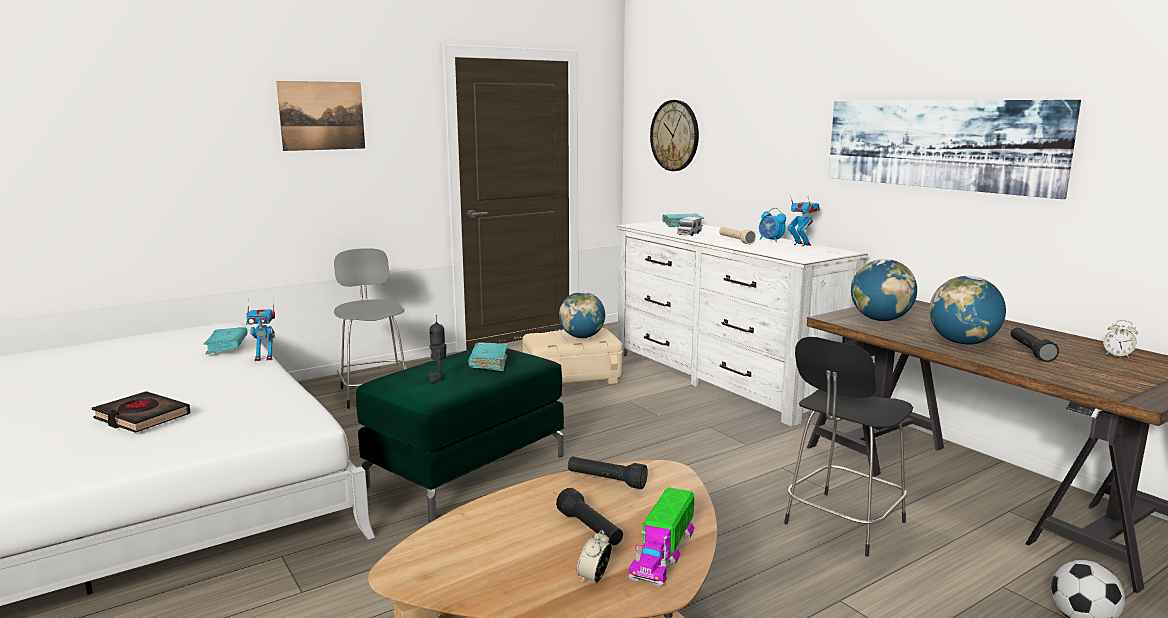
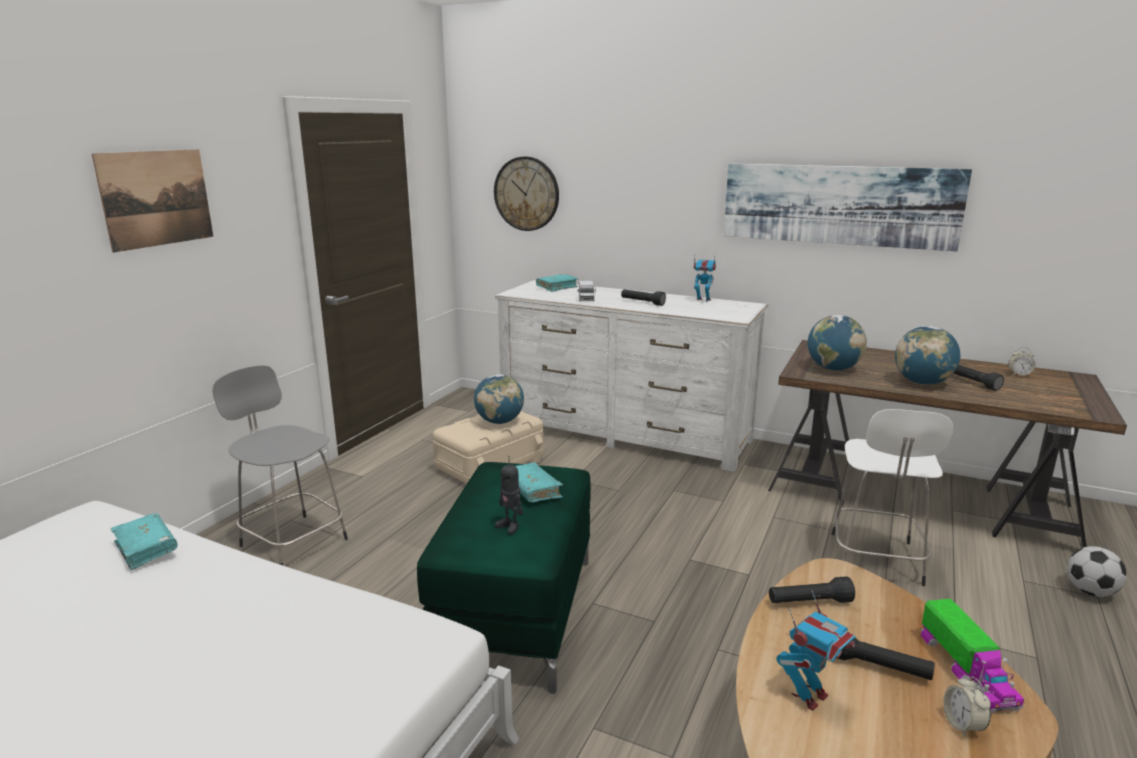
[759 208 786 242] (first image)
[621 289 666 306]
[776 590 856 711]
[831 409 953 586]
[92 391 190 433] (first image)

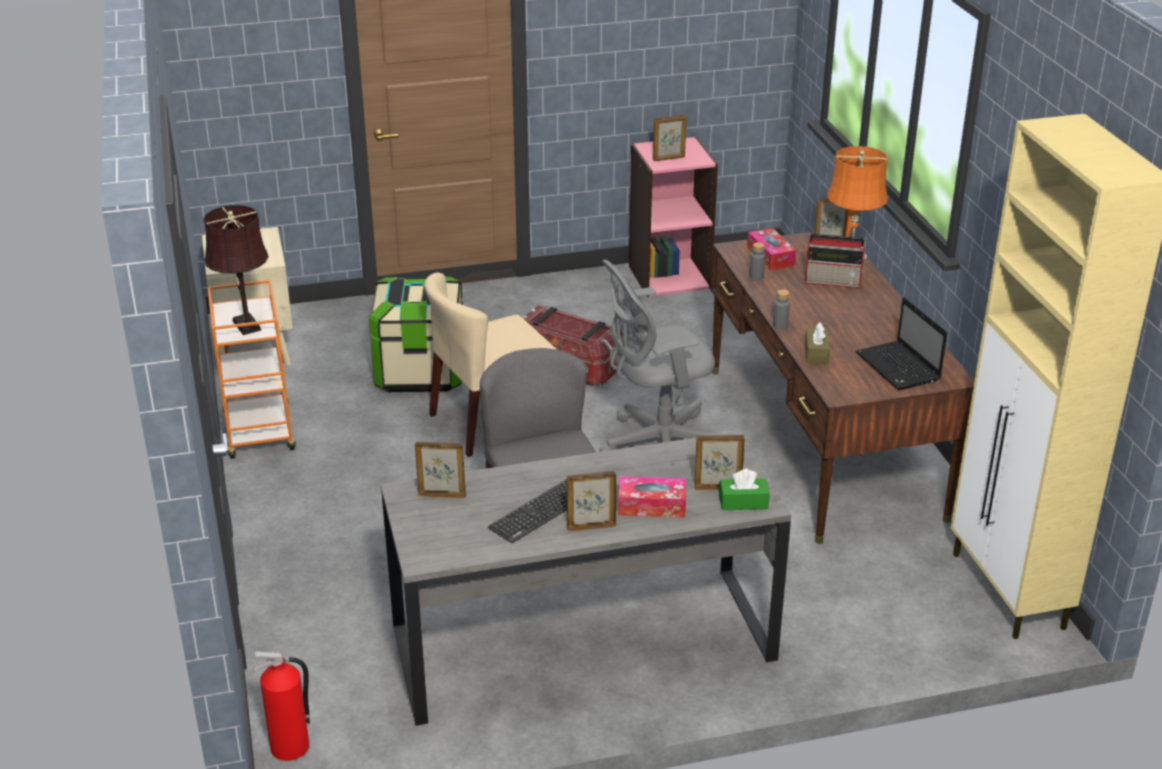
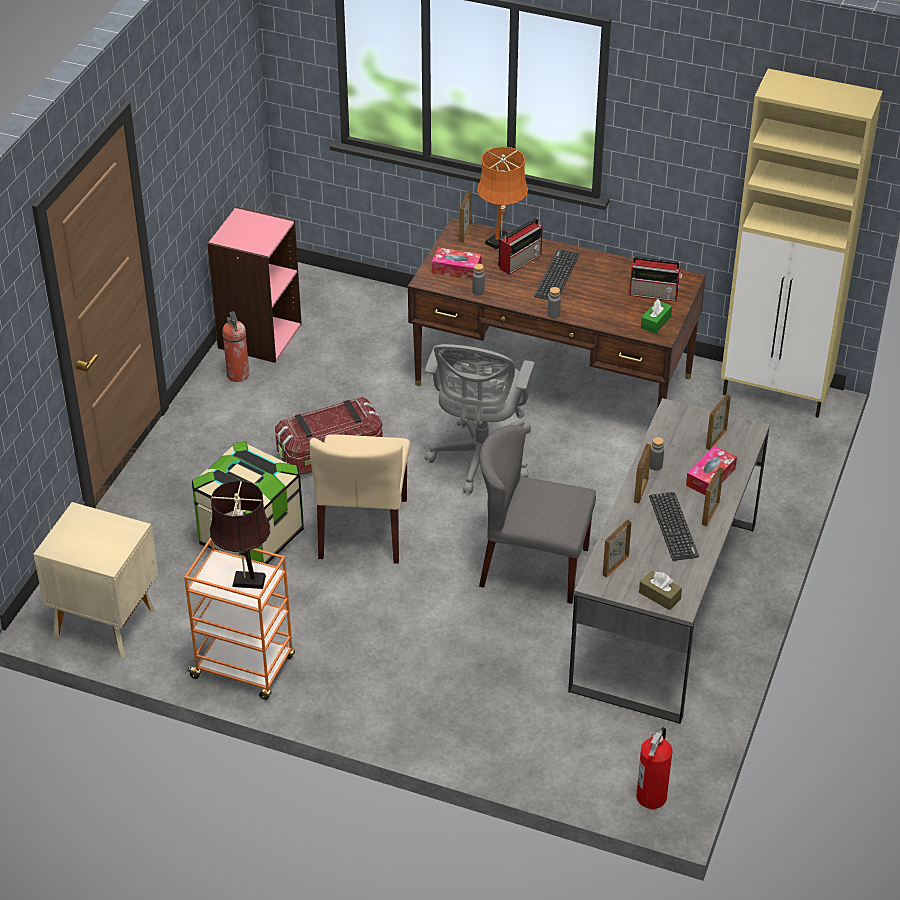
[634 443 651 503]
[629 256 682 302]
[639 571 682 610]
[641 299 672 334]
[534 249 580 300]
[222 311 249 382]
[649 437 664 471]

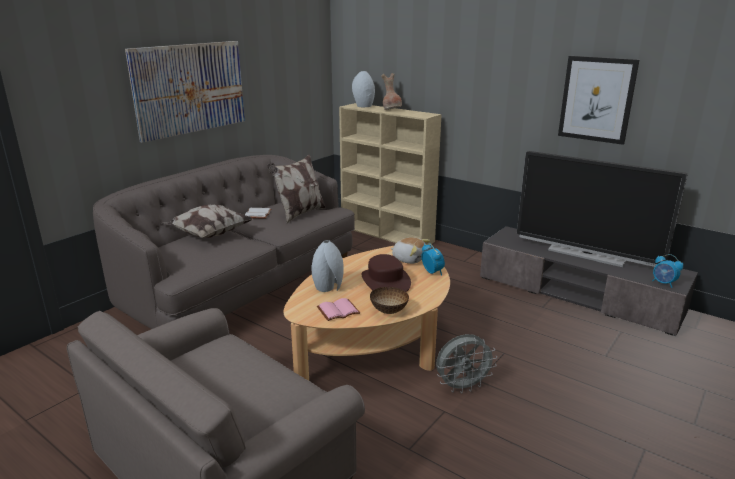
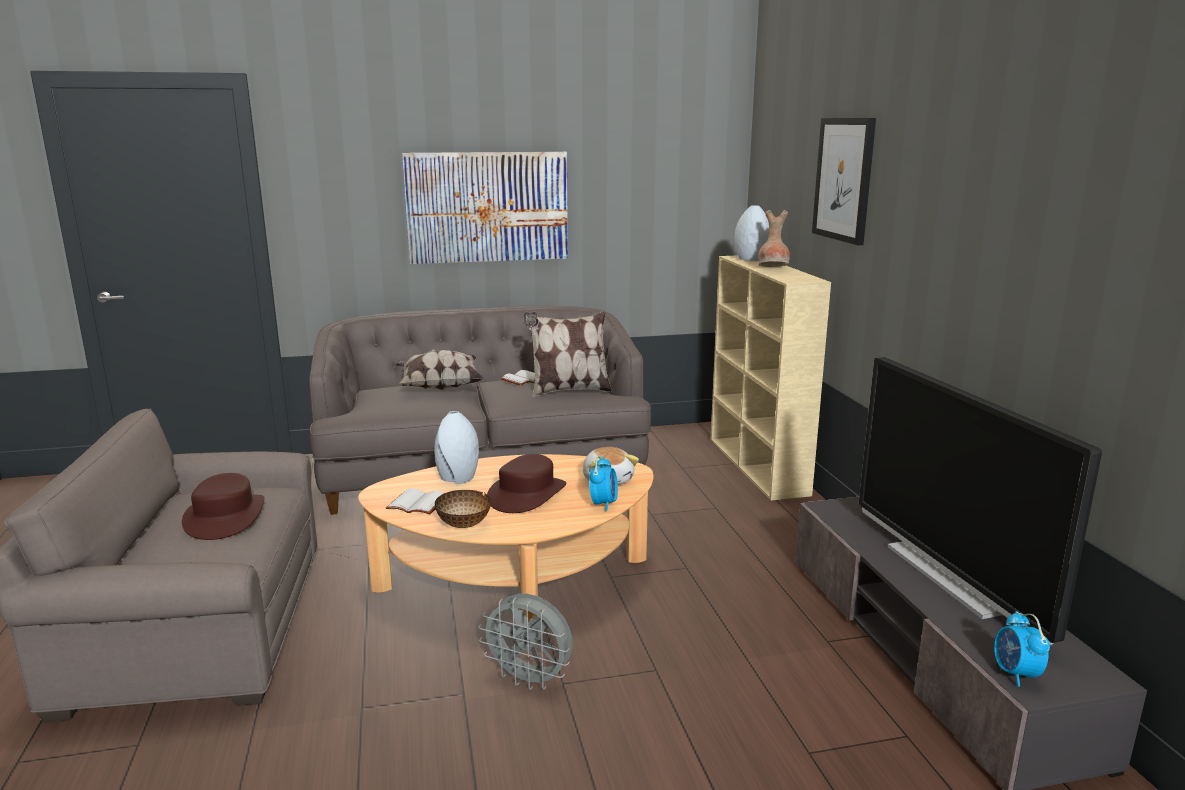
[812 118 876 245]
[386 488 443 515]
[182 473 265 540]

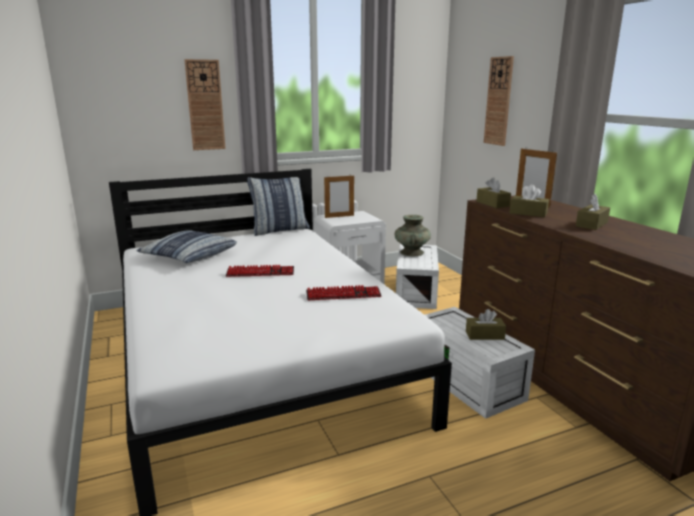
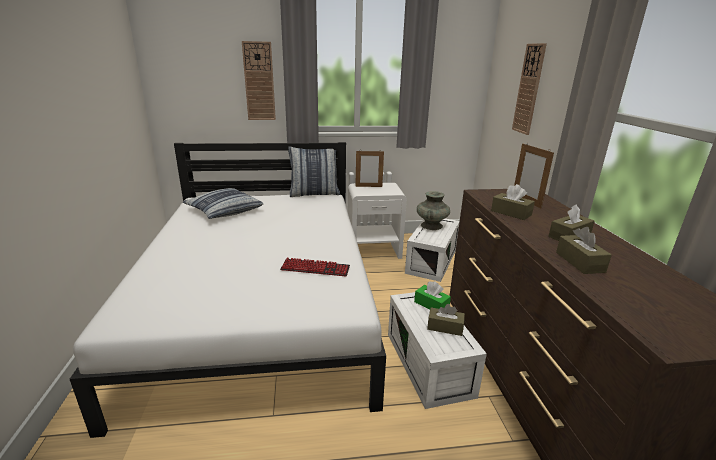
[556 227 612 274]
[226 265 294 277] (first image)
[414 281 451 310]

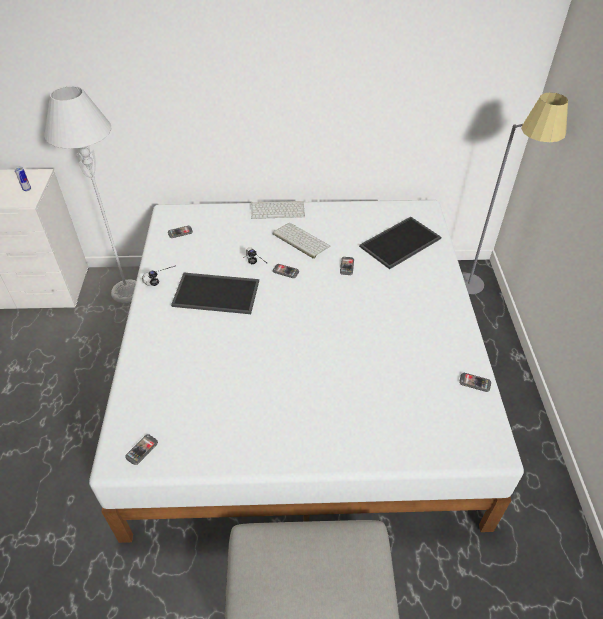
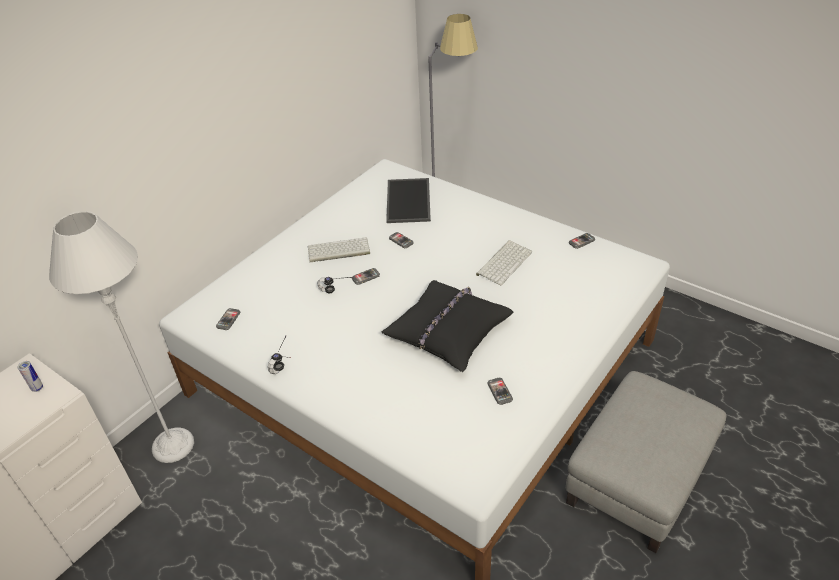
[476 240 532 286]
[171 273 259 314] (first image)
[487 378 513 405]
[381 280 513 372]

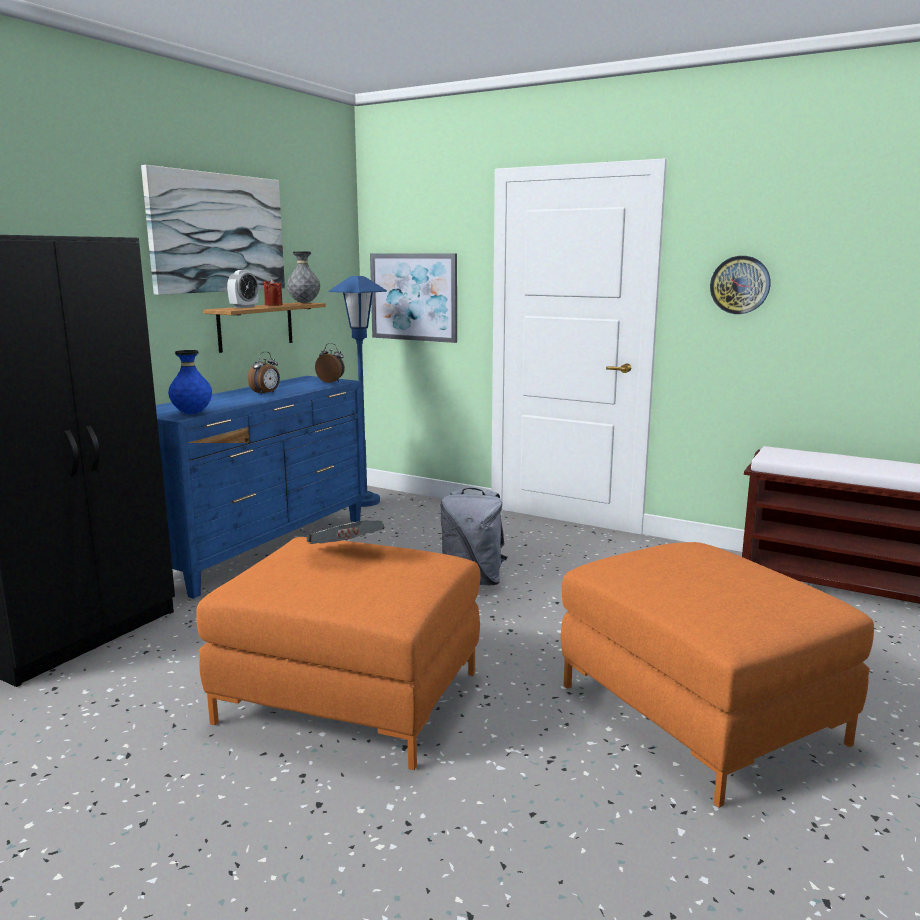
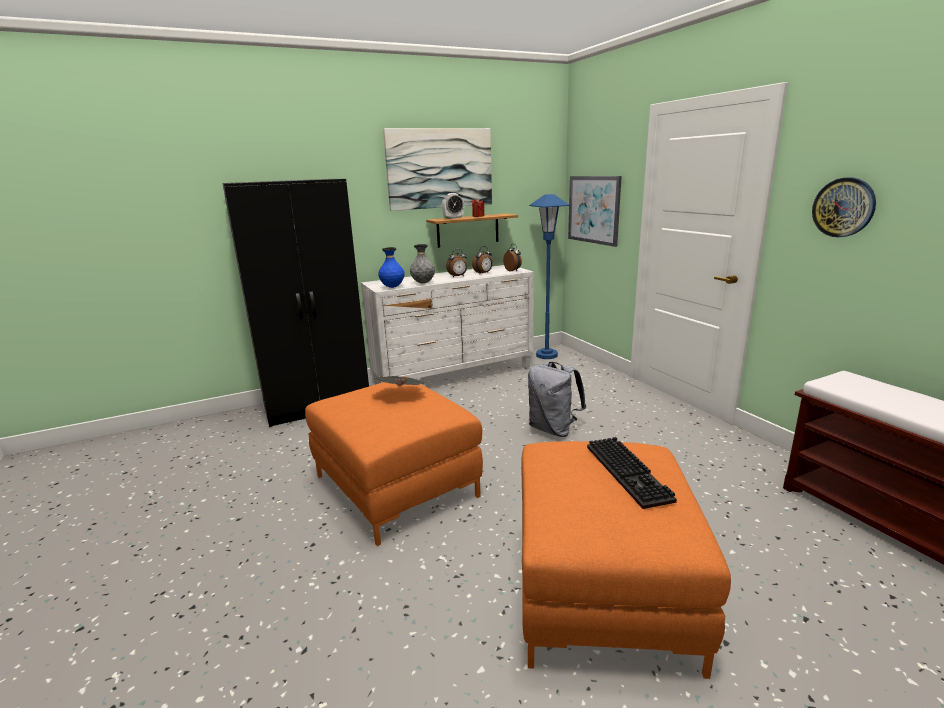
[410 244 435 284]
[361 265 534 384]
[472 246 493 274]
[587 437 677 509]

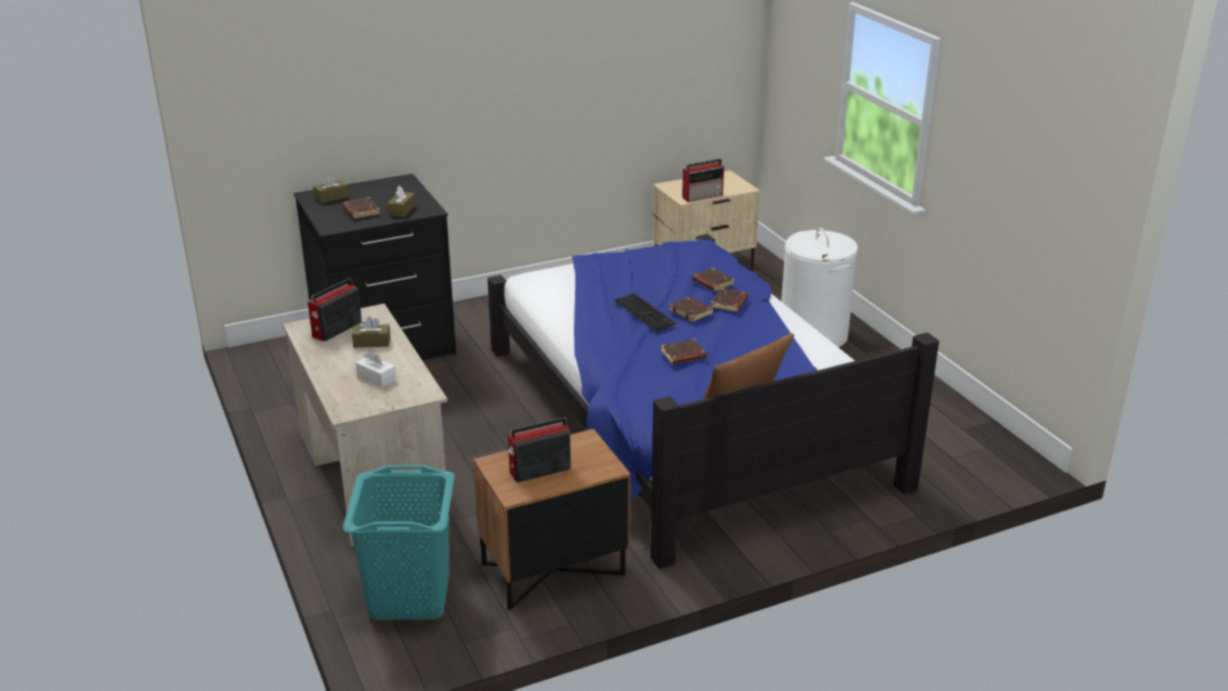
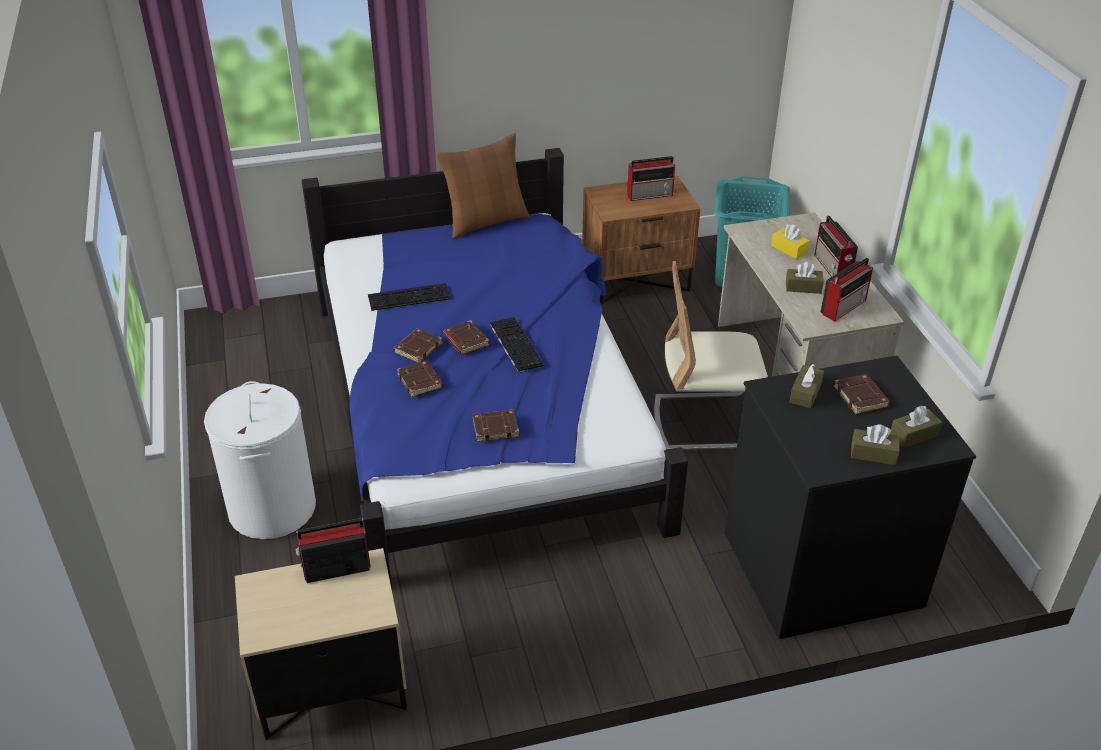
[473 409 519 442]
[771 225 810 259]
[814 215 858 277]
[654 261 768 450]
[368 283 451 311]
[851 425 900 465]

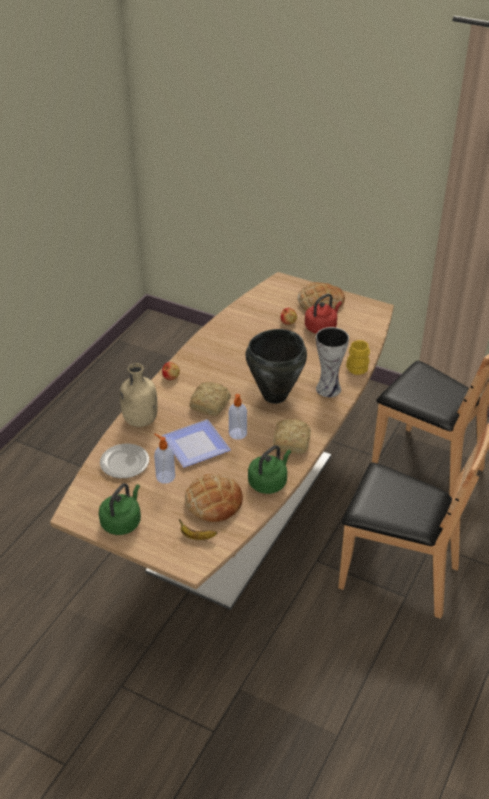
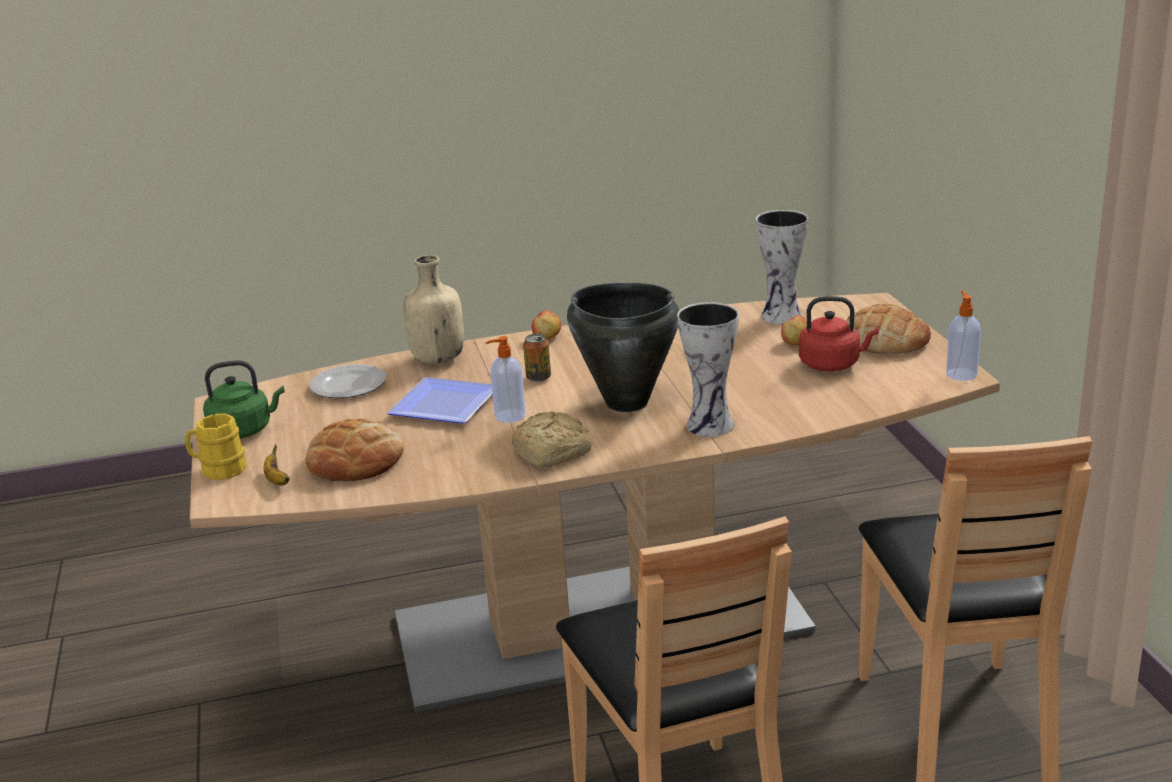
[185 414 247 480]
[523 334 551 382]
[946 290 981 381]
[248 445 291 494] (first image)
[756 210 808 324]

